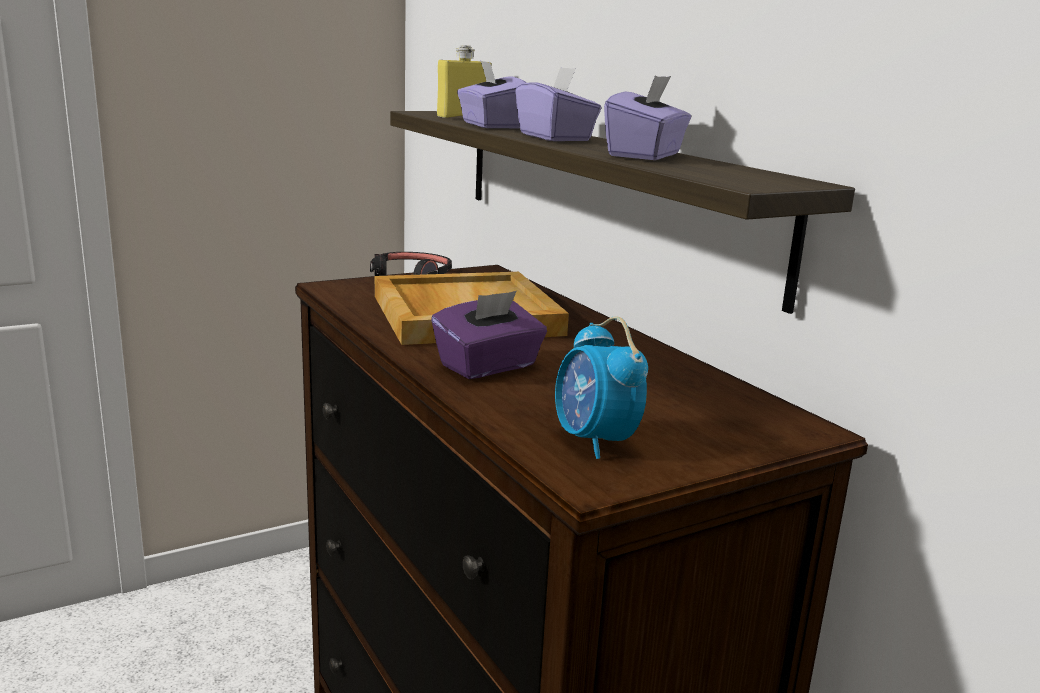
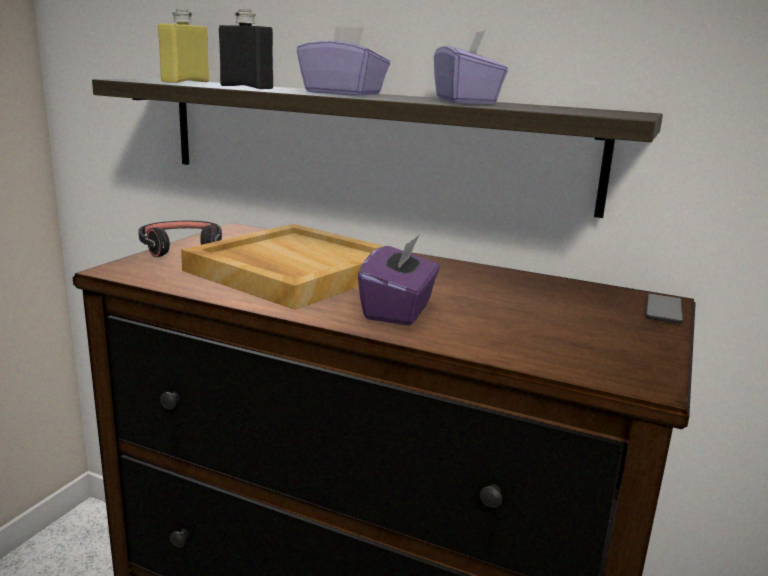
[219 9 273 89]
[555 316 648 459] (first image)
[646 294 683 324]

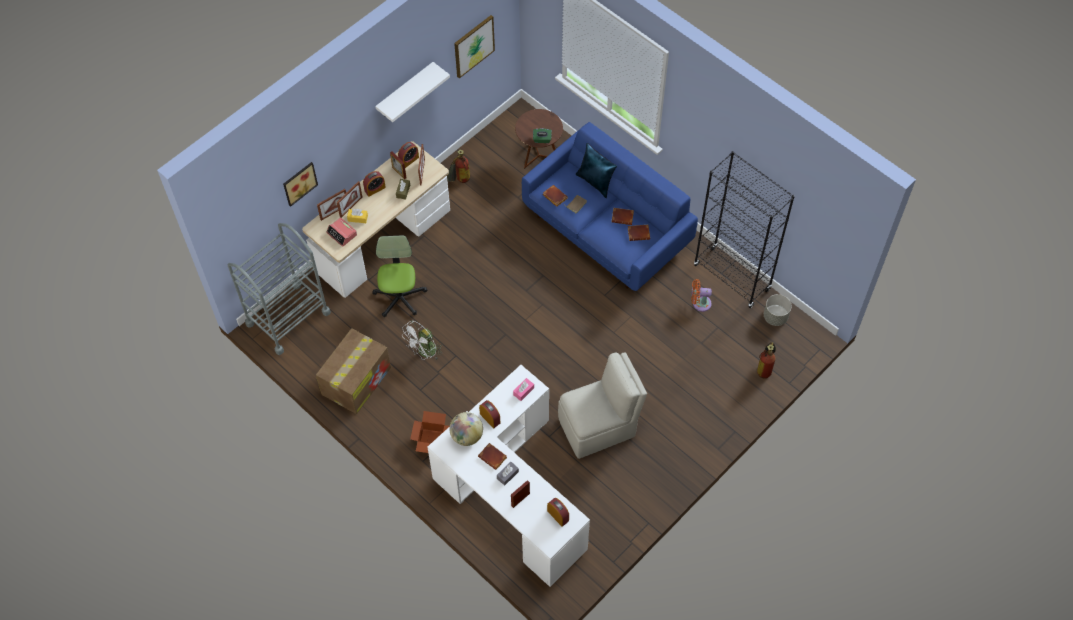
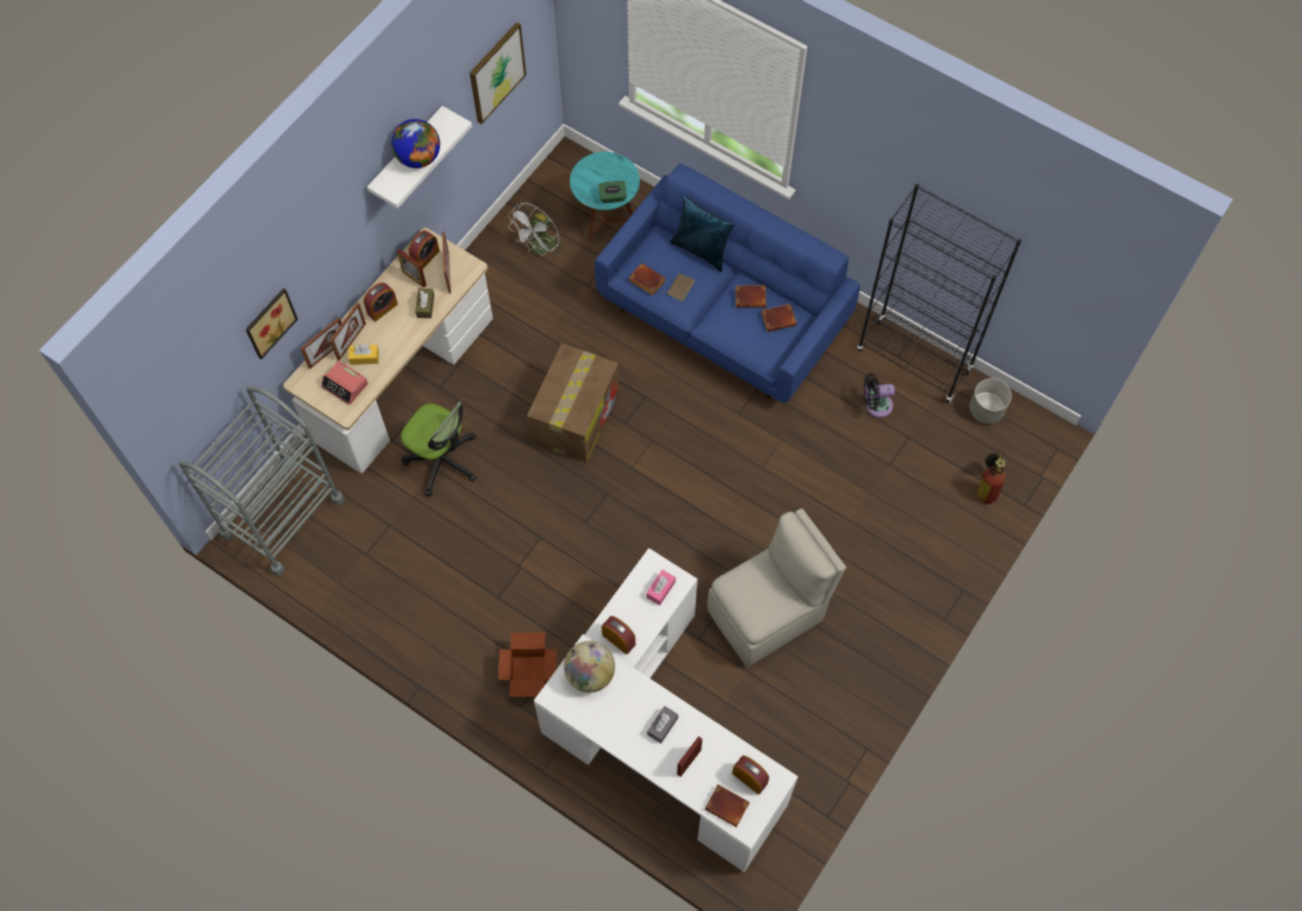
[570 152 640 241]
[447 149 470 183] (first image)
[401 401 476 497]
[864 373 895 418]
[508 203 564 256]
[527 343 619 463]
[705 785 750 827]
[391 119 440 168]

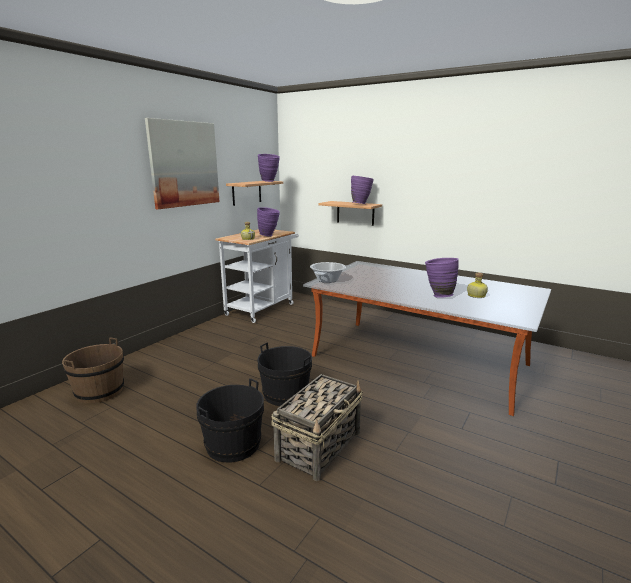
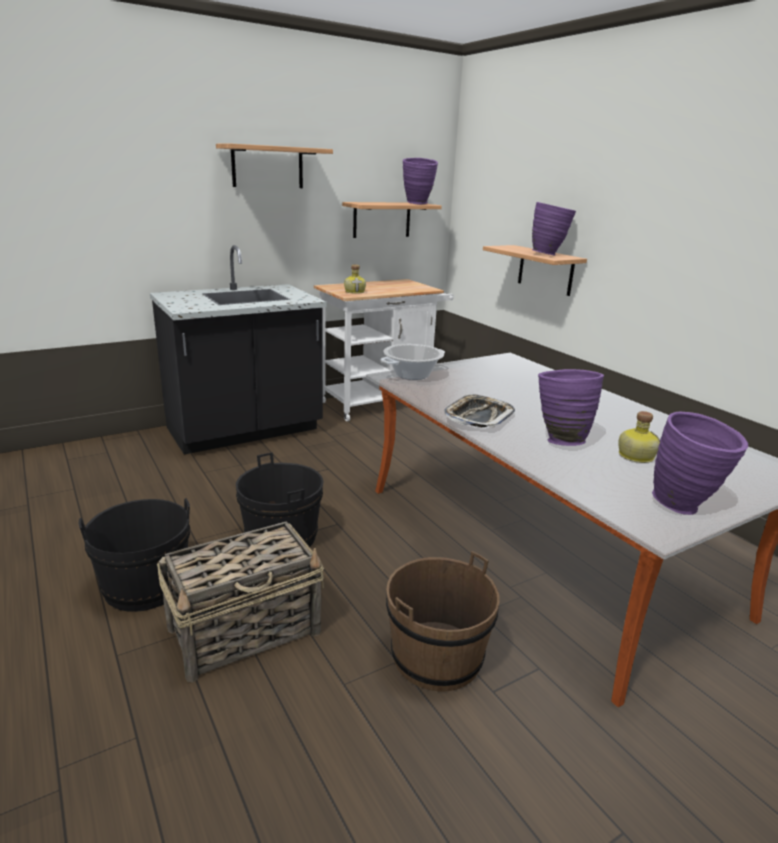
[216 143 333 188]
[652 412 748 515]
[386 551 500 692]
[150 245 326 455]
[444 394 515 428]

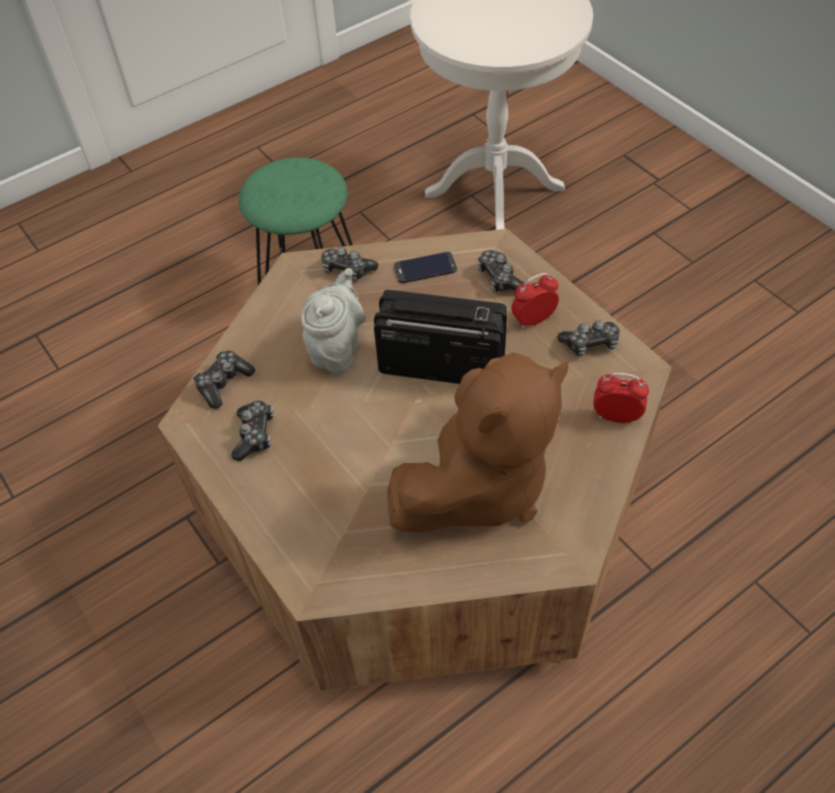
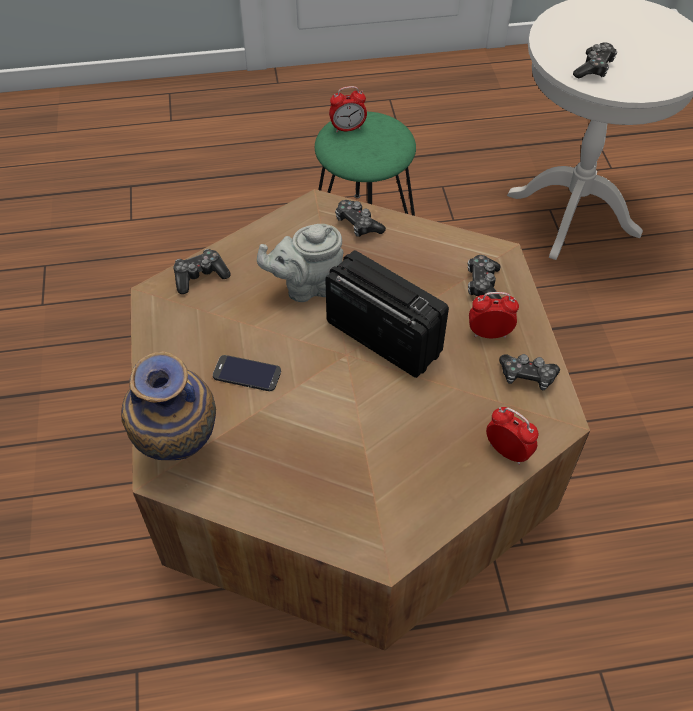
[213 355 281 391]
[257 224 344 302]
[387 352 568 533] (first image)
[573 42 617 78]
[329 86 367 133]
[121 351 216 460]

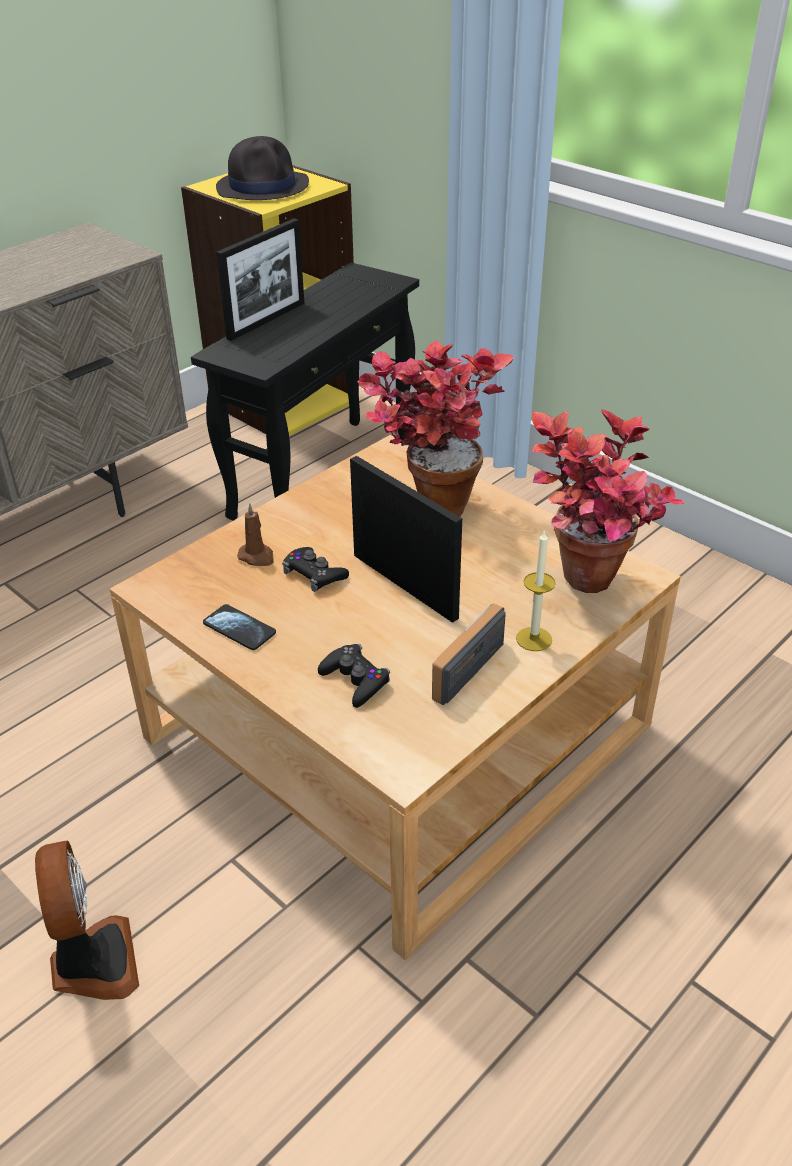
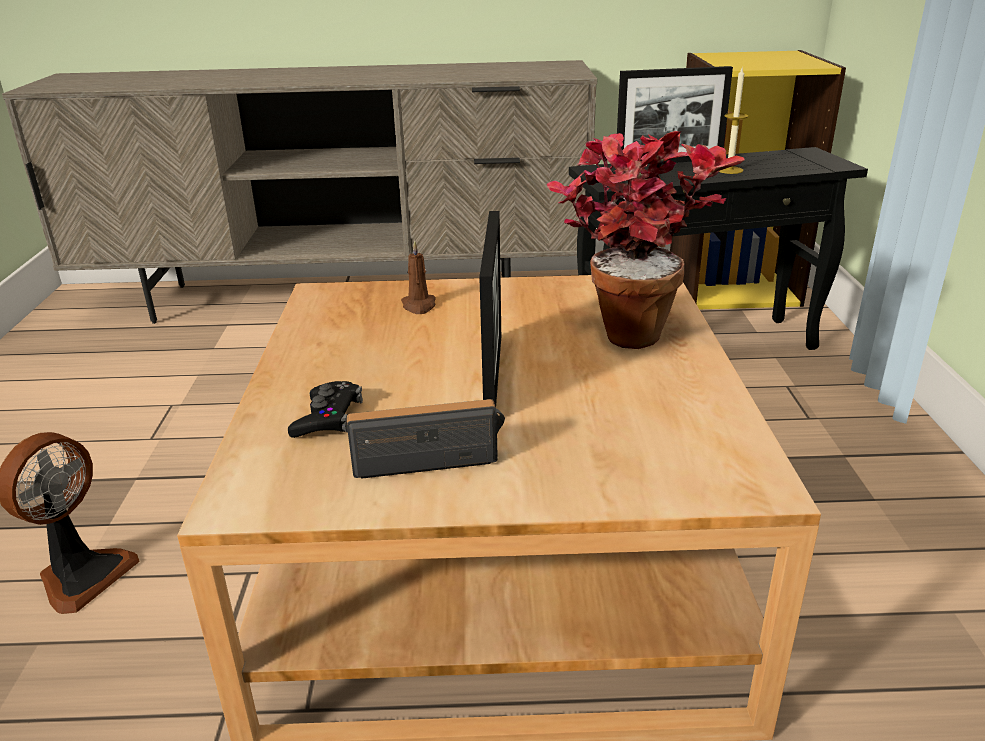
[216 136 309 200] (first image)
[532 409 684 593] (first image)
[719 68 748 174]
[282 547 349 592] (first image)
[203 604 276 650] (first image)

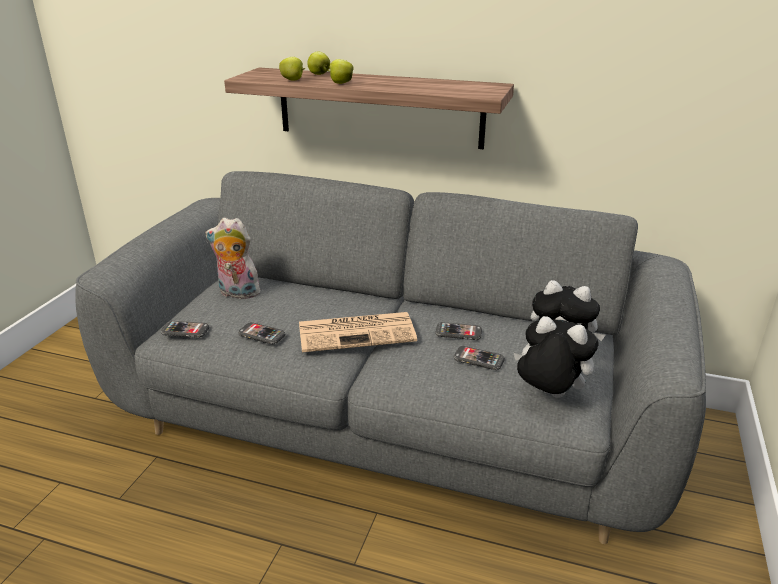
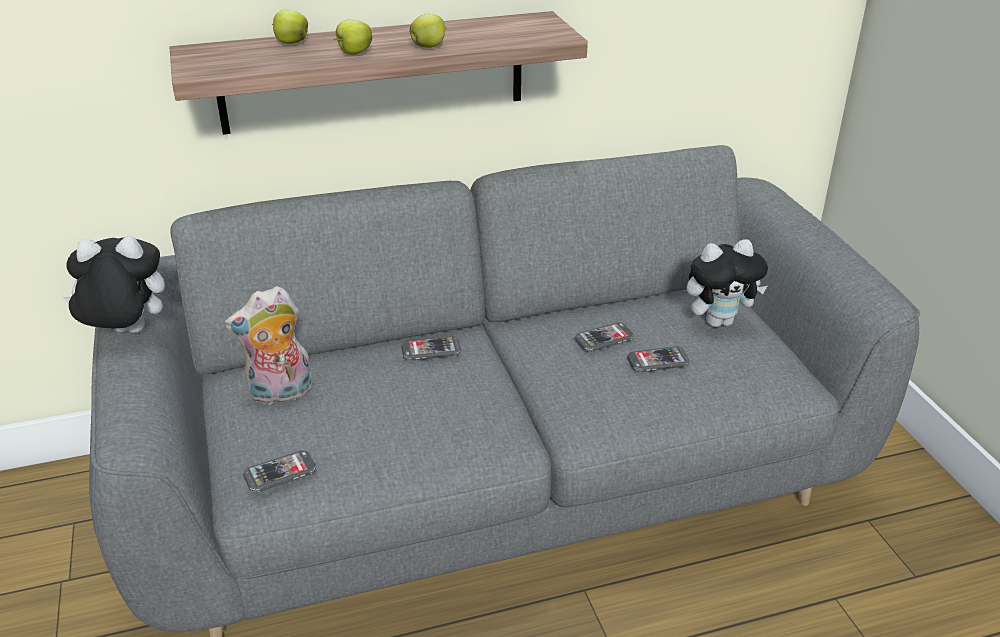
[410 13 447 48]
[299 312 417 352] (first image)
[63 236 165 333]
[401 336 461 361]

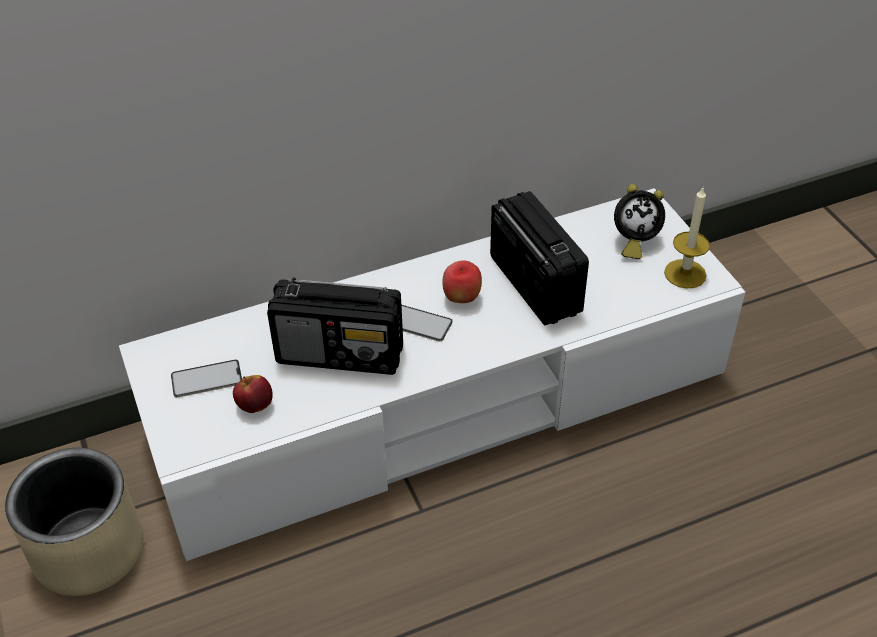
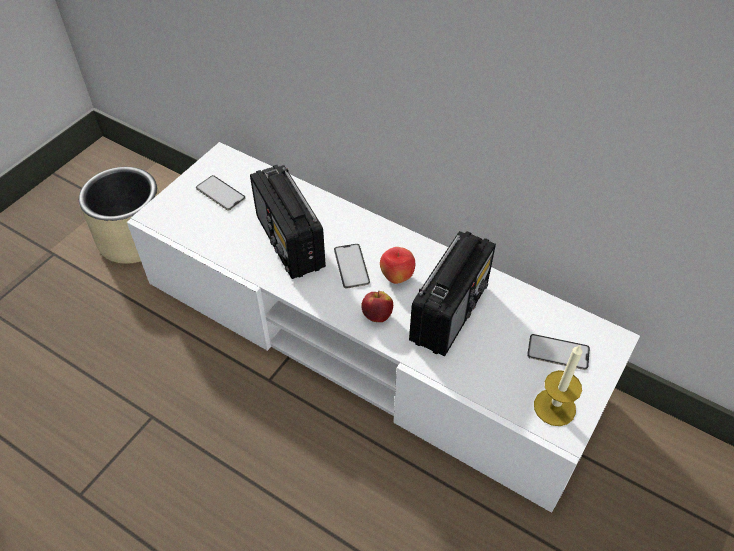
[527 334 590 370]
[361 290 393 322]

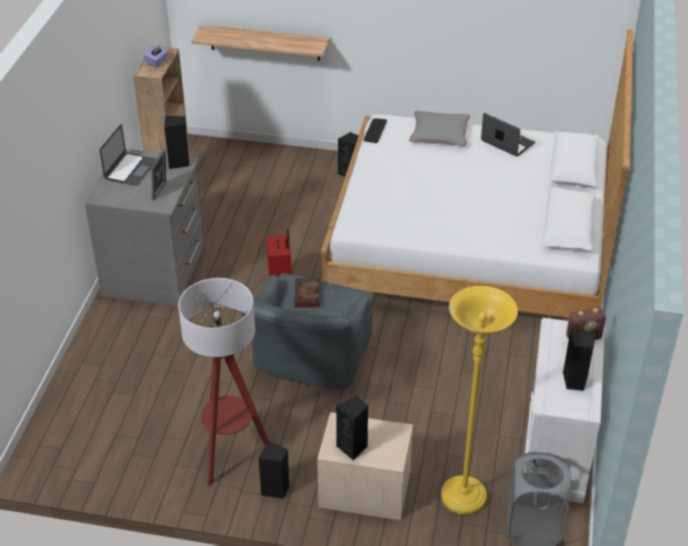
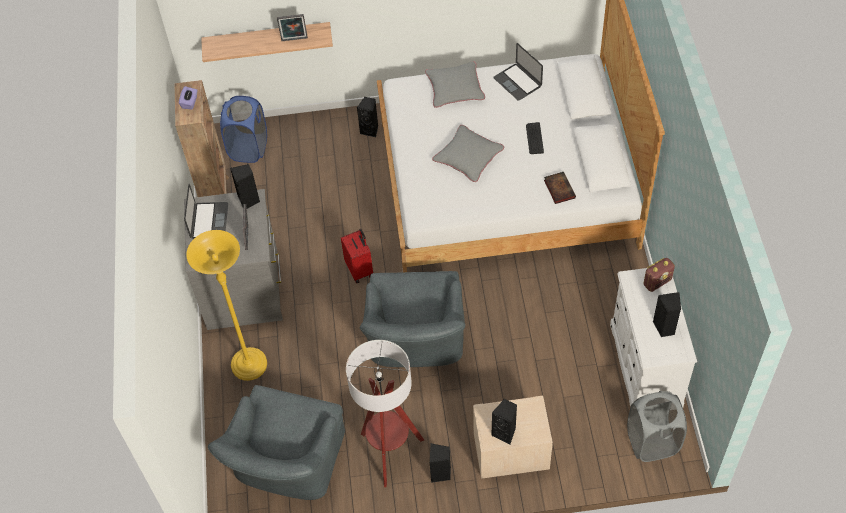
[493 43 543 101]
[526 122 544 154]
[544 172 576 204]
[186 230 267 381]
[277 14 308 41]
[220 96 267 163]
[432 125 504 182]
[208 385 345 500]

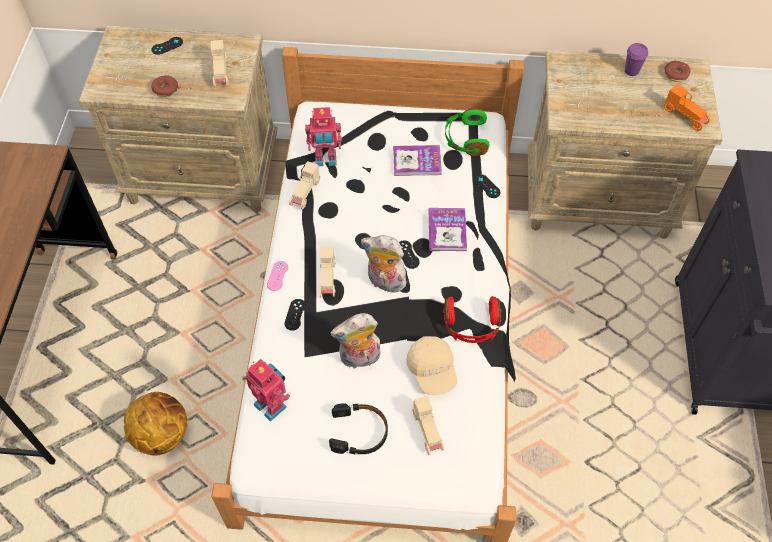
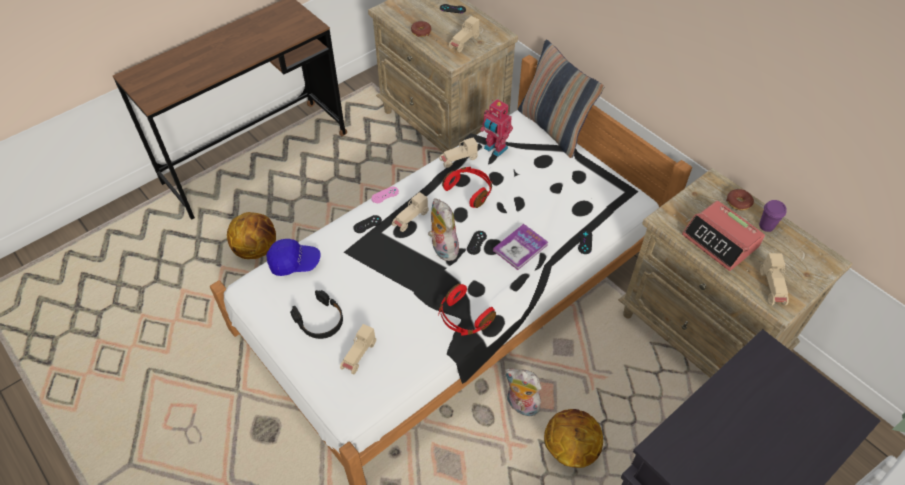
[726 189 754 210]
[760 253 789 306]
[445 108 489 156] (first image)
[393 145 442 176] (first image)
[505 369 541 416]
[407 336 457 395] (first image)
[266 239 321 276]
[518 40 604 158]
[442 167 492 208]
[682 201 765 271]
[544 409 603 468]

